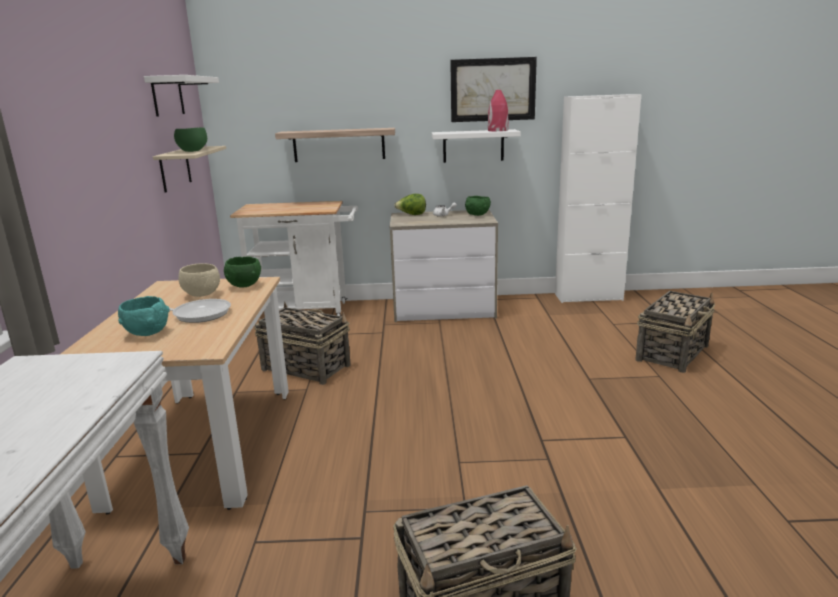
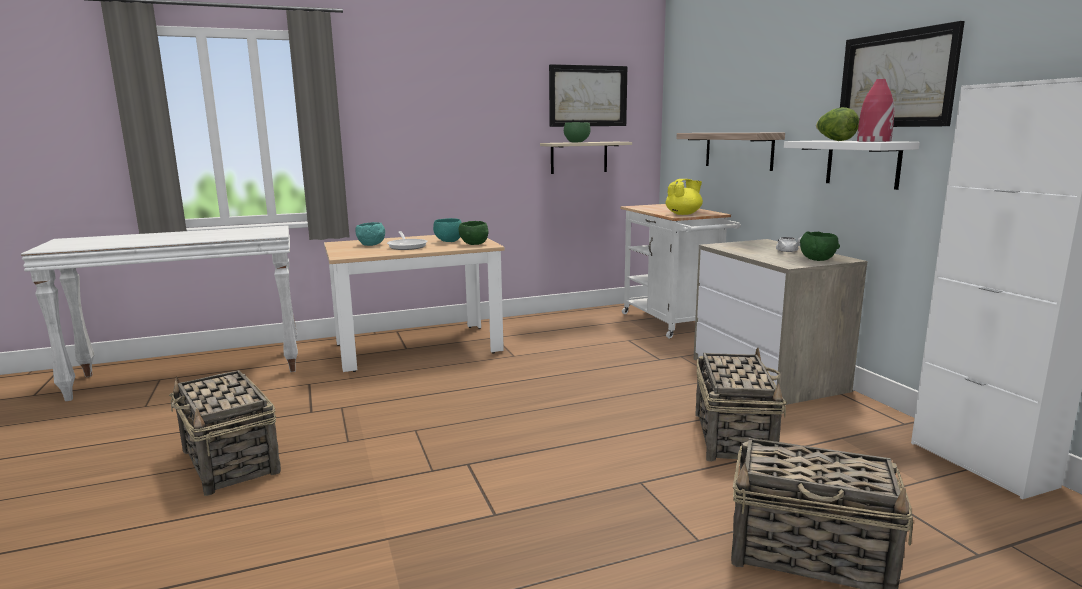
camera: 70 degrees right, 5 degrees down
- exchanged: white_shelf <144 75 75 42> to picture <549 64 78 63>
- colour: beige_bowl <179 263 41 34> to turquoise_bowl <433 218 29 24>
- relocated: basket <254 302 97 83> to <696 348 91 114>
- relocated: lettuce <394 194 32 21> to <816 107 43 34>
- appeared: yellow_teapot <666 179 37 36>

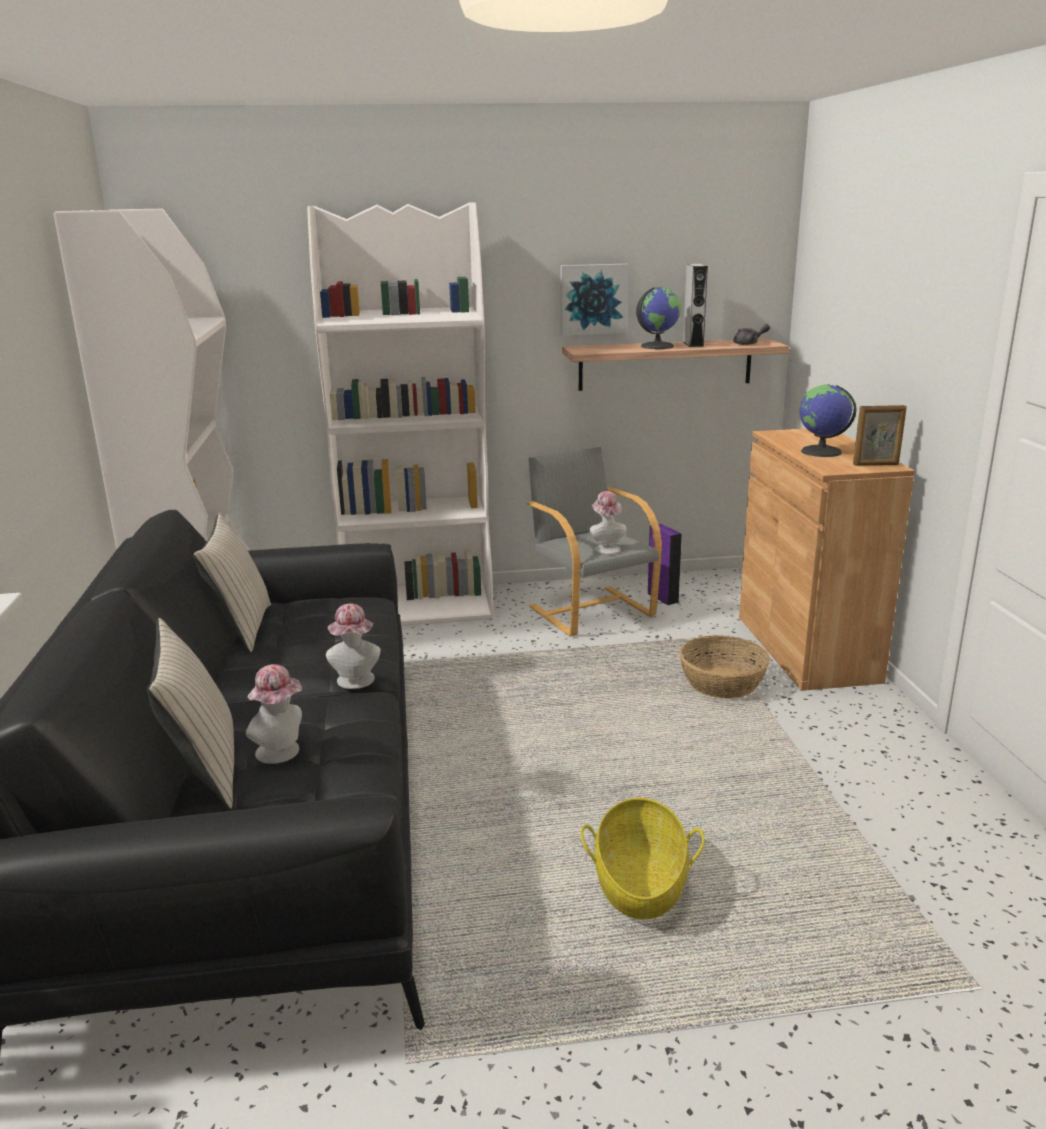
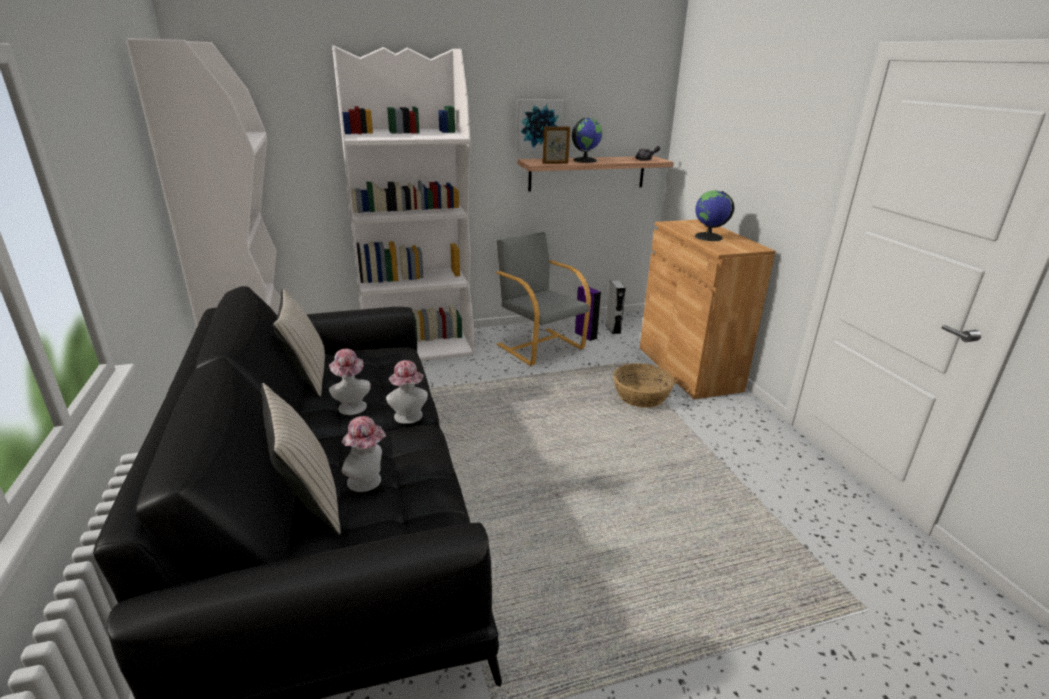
camera: 10 degrees left, 5 degrees up
- missing: basket <580 798 125 122>
- relocated: hat <589 491 37 63> to <329 348 42 67>
- relocated: grey_speaker <683 264 25 83> to <606 280 20 54>
- relocated: picture_frame <853 405 54 61> to <542 126 28 38>

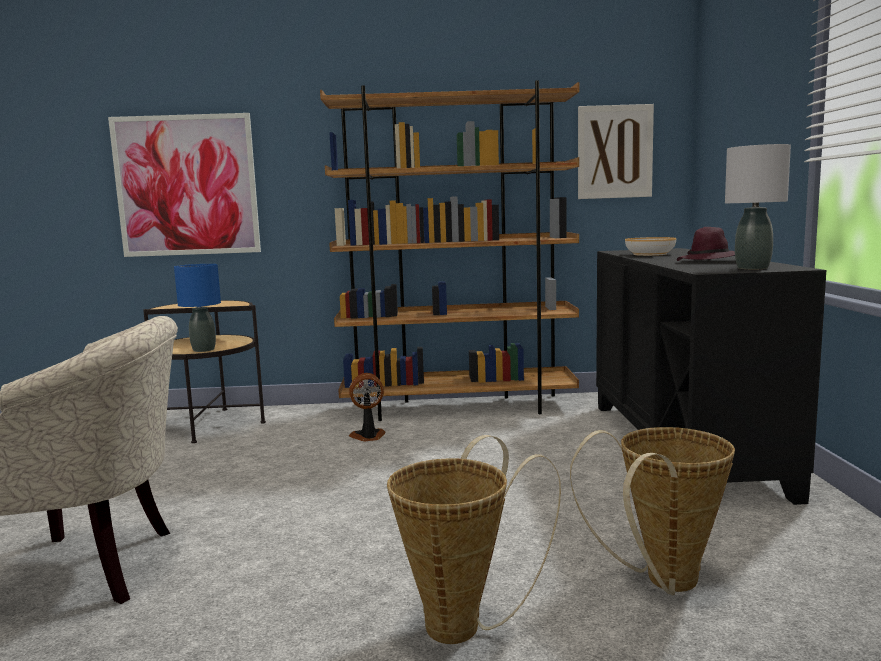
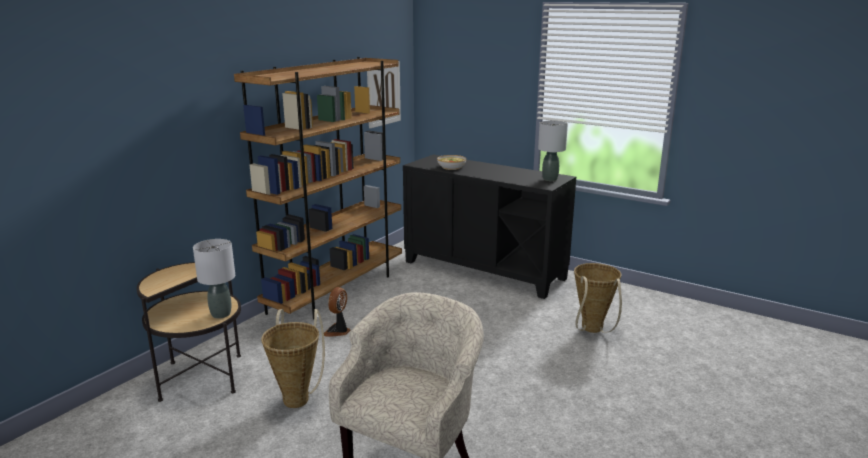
camera: 55 degrees left, 10 degrees up
- missing: picture <108 113 153 144>
- colour: blue_table_lamp <174 264 47 88> to grey_table_lamp <193 239 42 80>
- relocated: basket <387 435 174 209> to <261 309 64 99>
- missing: purple_hat <677 227 58 34>

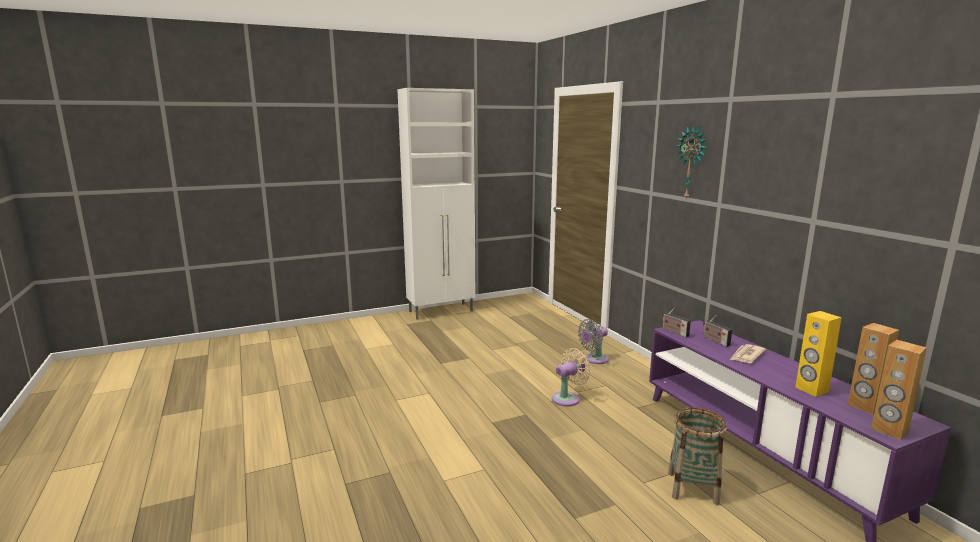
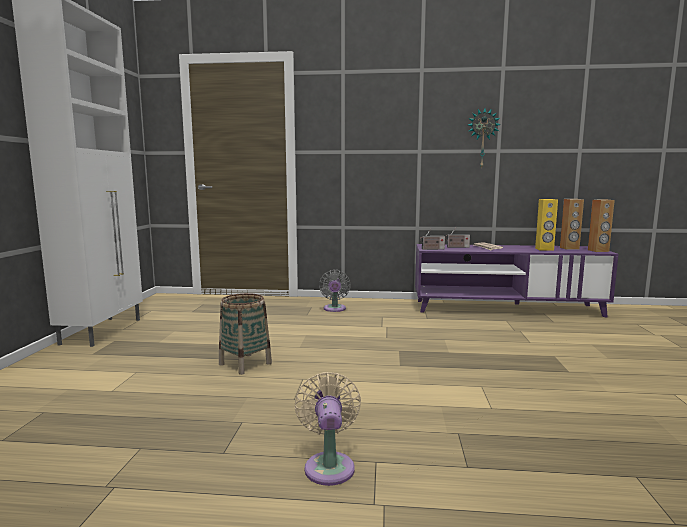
camera: 60 degrees left, 5 degrees down
- relocated: beige_fan <552 348 39 58> to <295 372 66 114>
- relocated: basket <668 407 59 98> to <219 293 53 82>
- relocated: wall_clock <677 125 30 74> to <468 108 33 61>

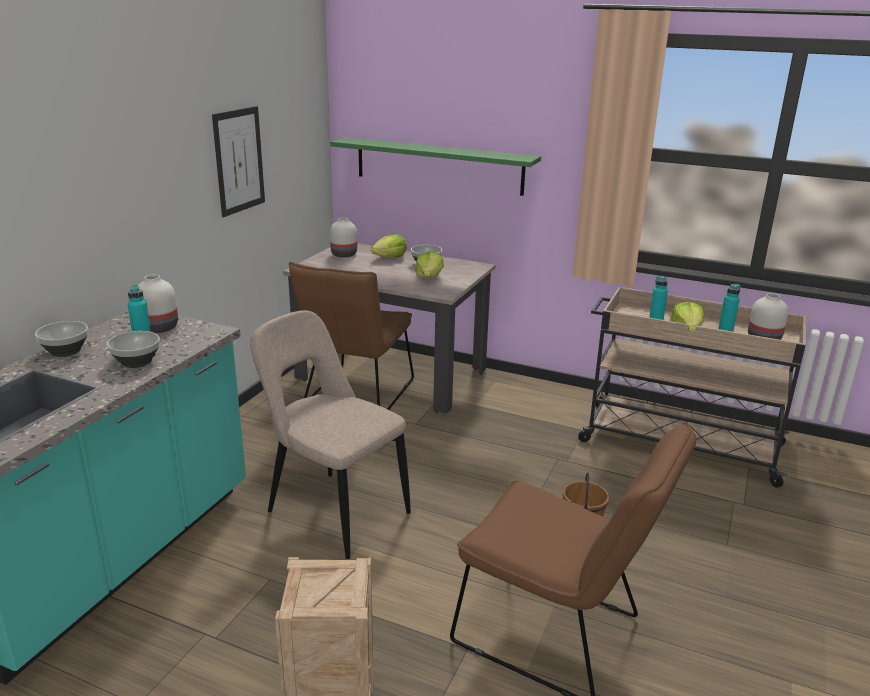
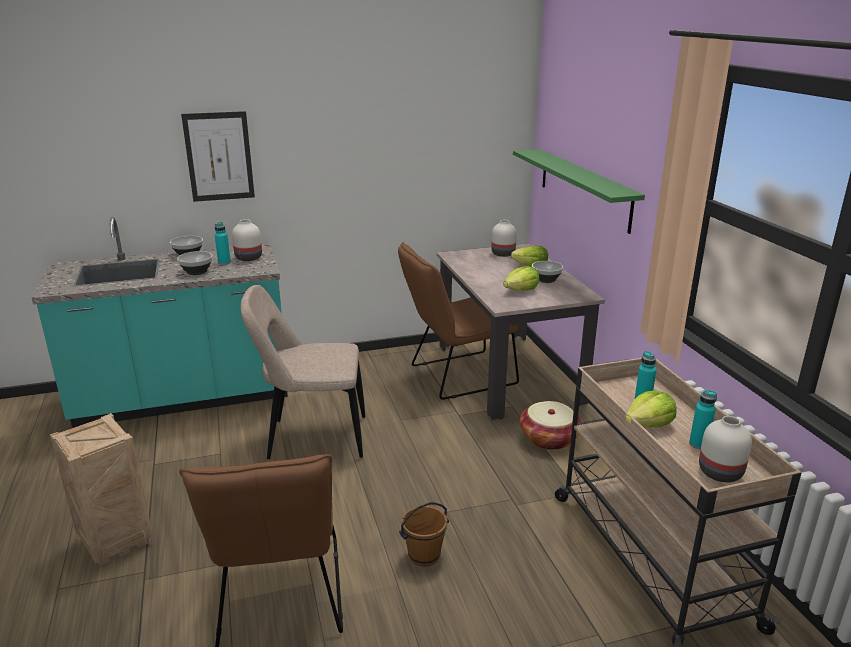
camera: 50 degrees right, 0 degrees up
- relocated: picture <212 106 53 111> to <181 111 74 91>
- spun: beige_chair <250 310 161 249> = <241 285 124 174> 90 degrees counterclockwise
- appeared: basket <520 401 62 49>

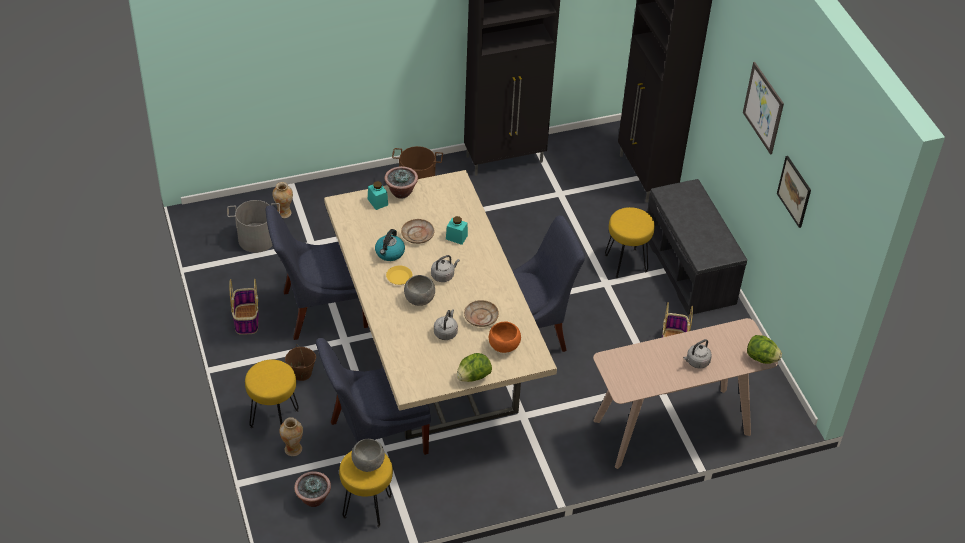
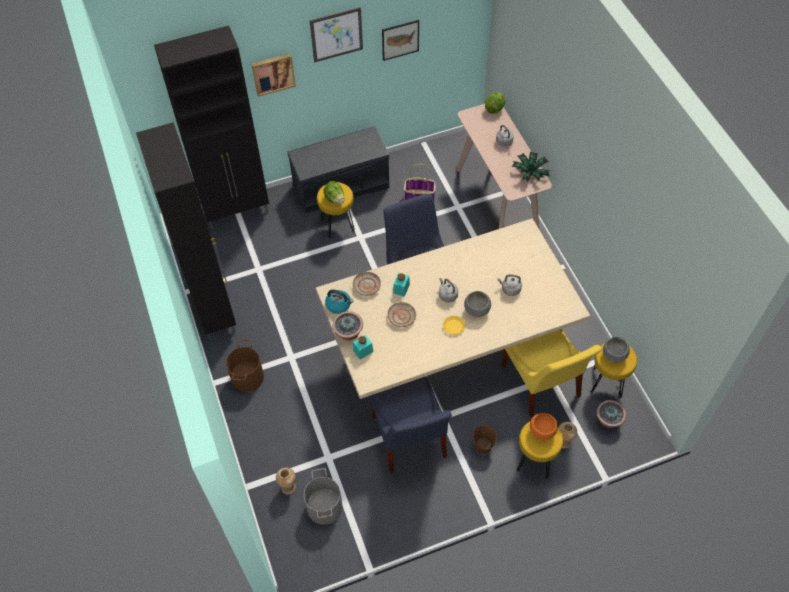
camera: 90 degrees left, 10 degrees up
- missing: basket <229 279 29 56>
- colour: blue_chair <316 338 115 117> to yellow_chair <501 329 101 88>
- relocated: kettle <375 229 30 32> to <325 289 28 25>
- relocated: lettuce <457 353 35 29> to <323 181 21 23>
- relocated: beige_plate <464 300 35 27> to <353 272 28 24>
- relocated: orange_bowl <489 322 32 31> to <530 413 28 27>
- appeared: picture <251 54 45 43>
- appeared: potted_plant <511 152 40 30>

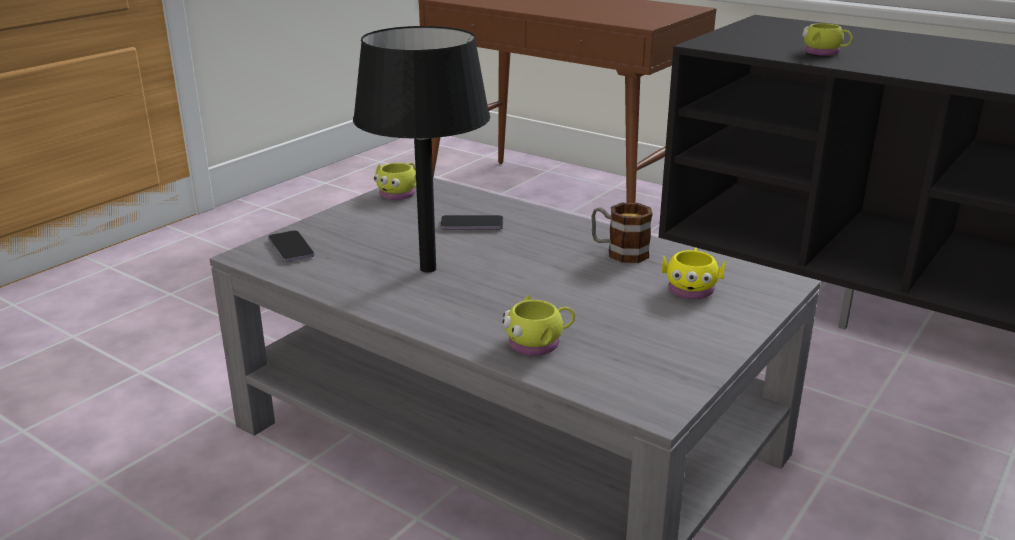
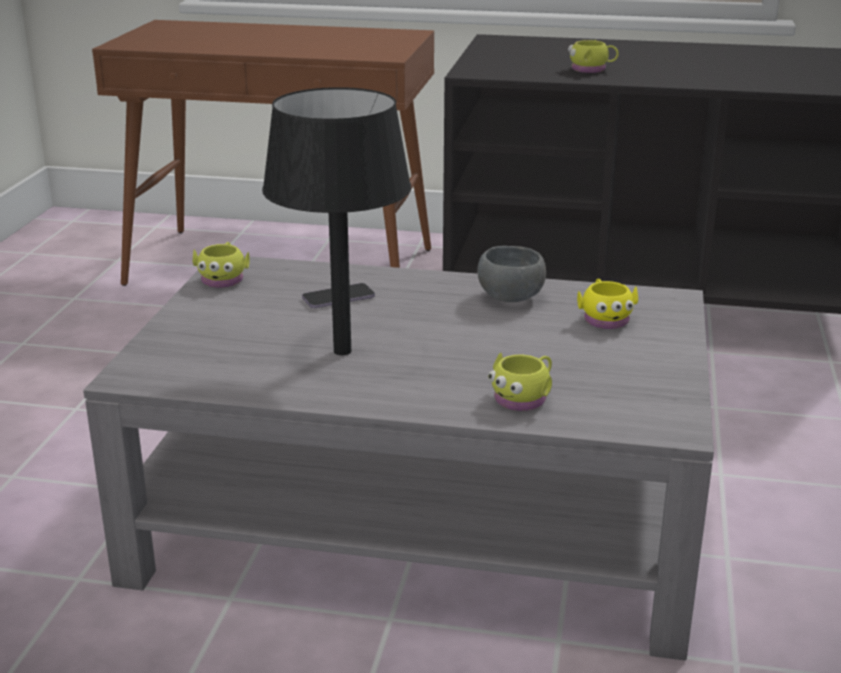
camera: 25 degrees left, 0 degrees up
- missing: phone <268 230 47 32>
- exchanged: mug <591 203 62 60> to grey_bowl <477 246 69 56>

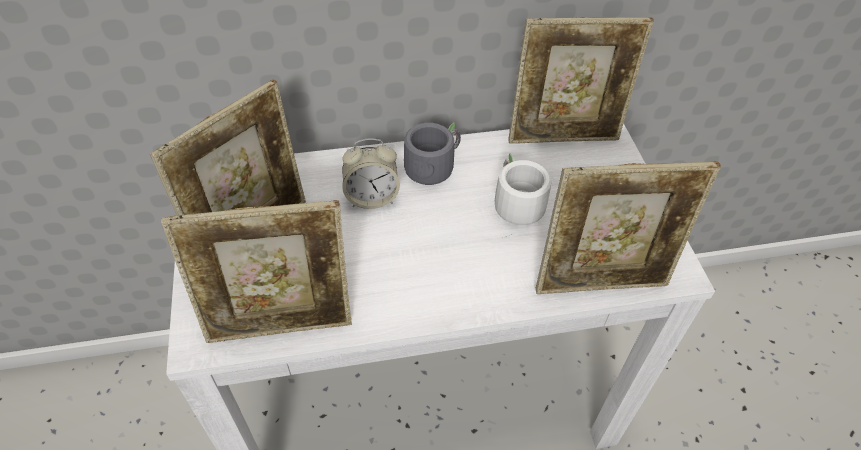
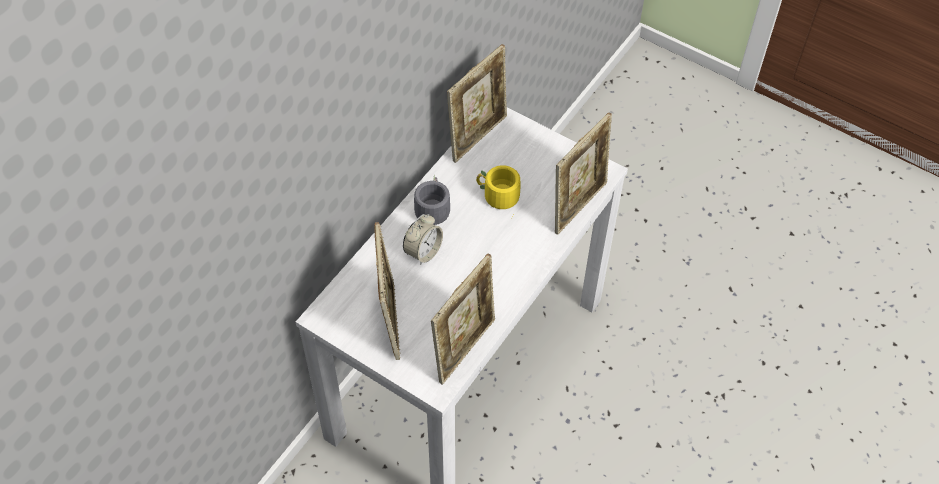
camera: 45 degrees left, 5 degrees up
- colour: white_mug <495 153 56 85> to yellow_mug <476 165 45 55>

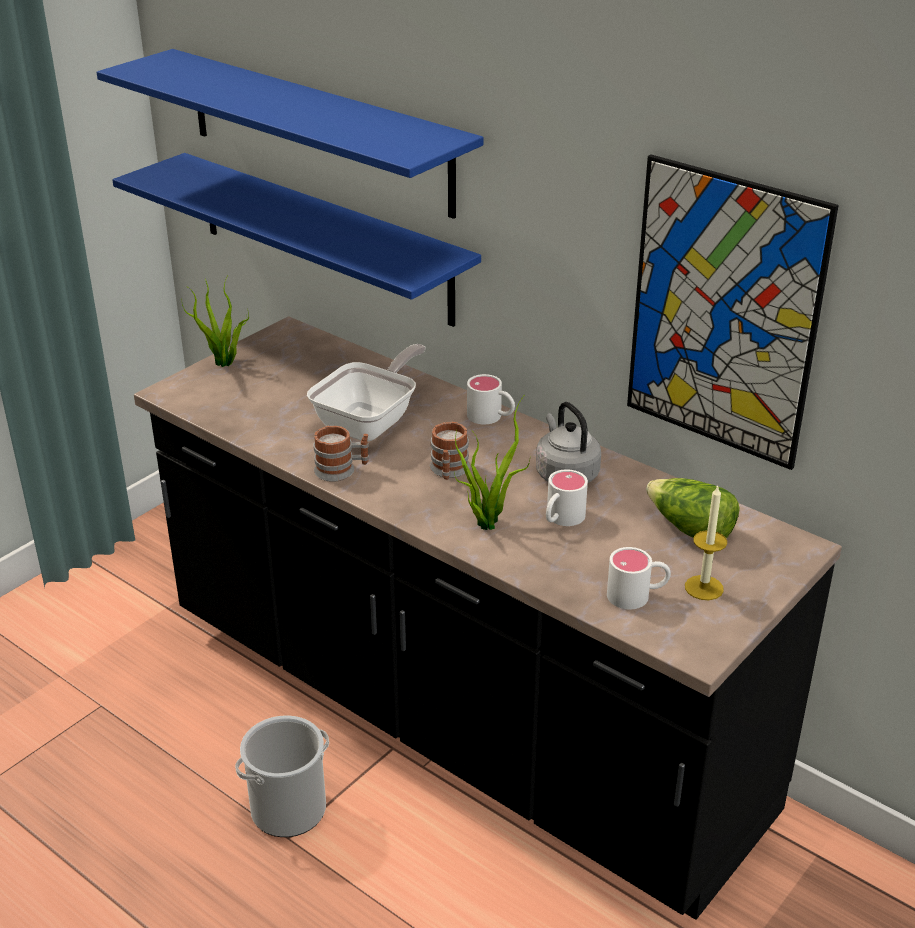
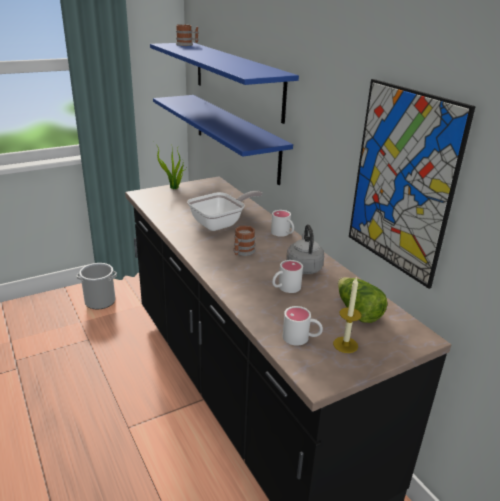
camera: 20 degrees right, 5 degrees down
- relocated: bucket <235 715 94 122> to <77 263 40 46>
- relocated: mug <313 425 56 57> to <176 24 23 22>
- missing: potted_plant <454 394 76 136>

